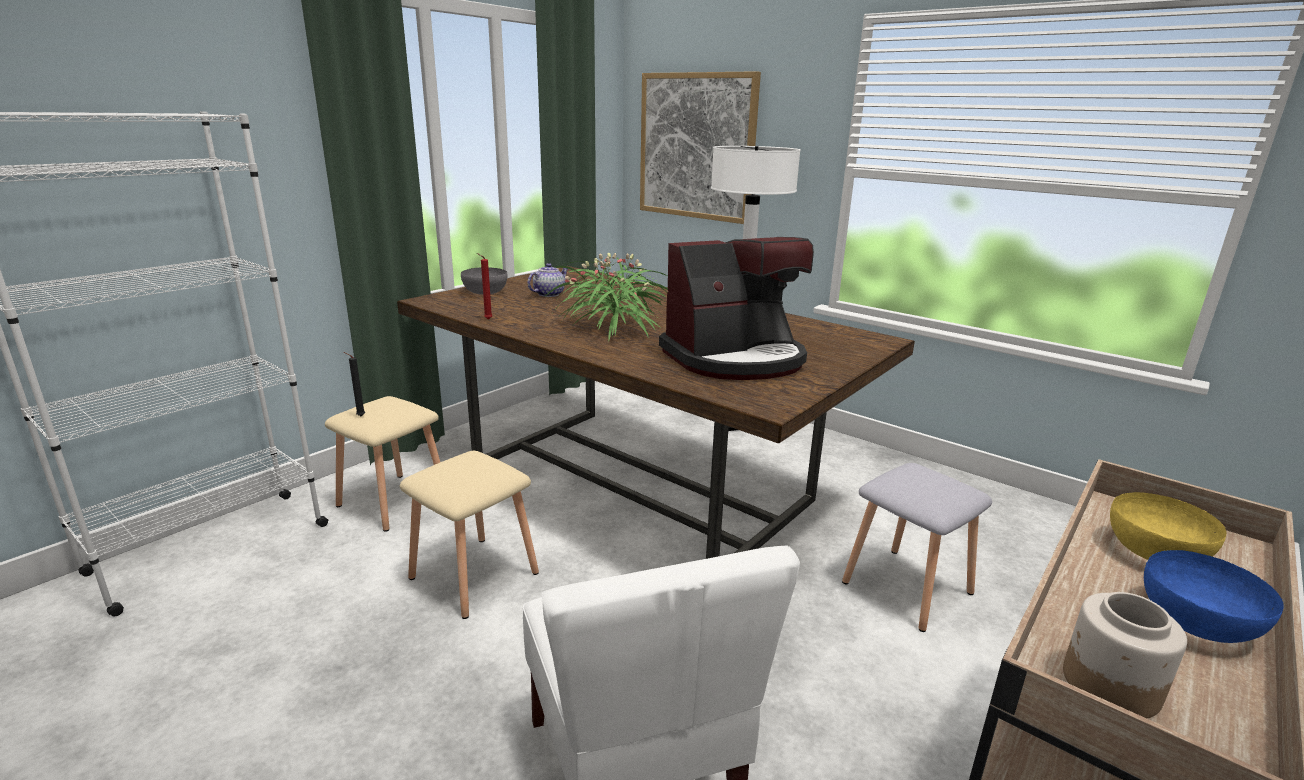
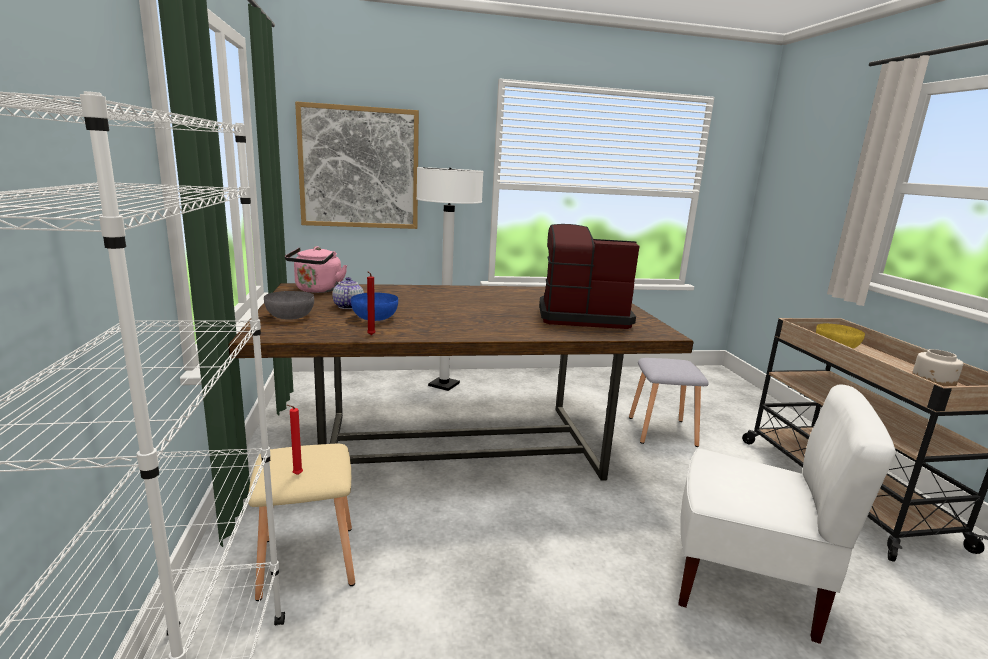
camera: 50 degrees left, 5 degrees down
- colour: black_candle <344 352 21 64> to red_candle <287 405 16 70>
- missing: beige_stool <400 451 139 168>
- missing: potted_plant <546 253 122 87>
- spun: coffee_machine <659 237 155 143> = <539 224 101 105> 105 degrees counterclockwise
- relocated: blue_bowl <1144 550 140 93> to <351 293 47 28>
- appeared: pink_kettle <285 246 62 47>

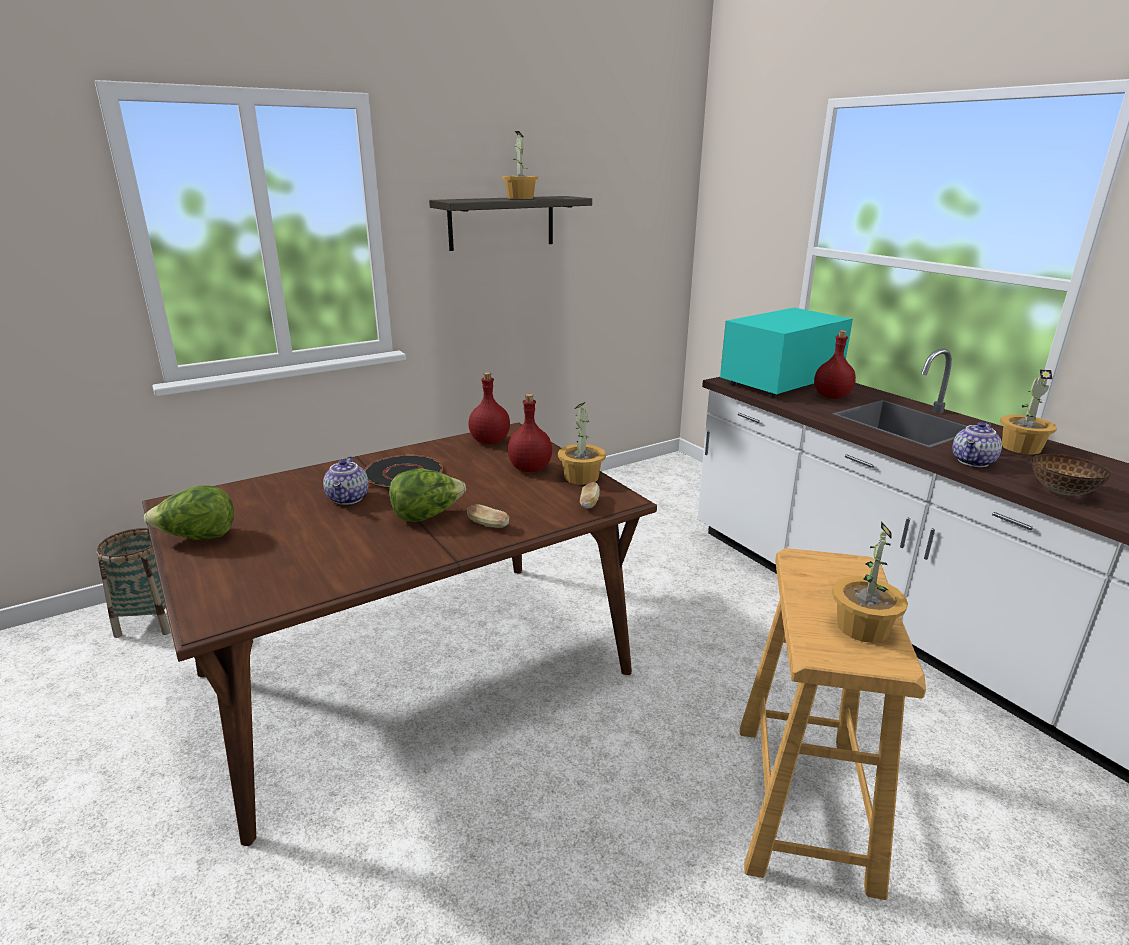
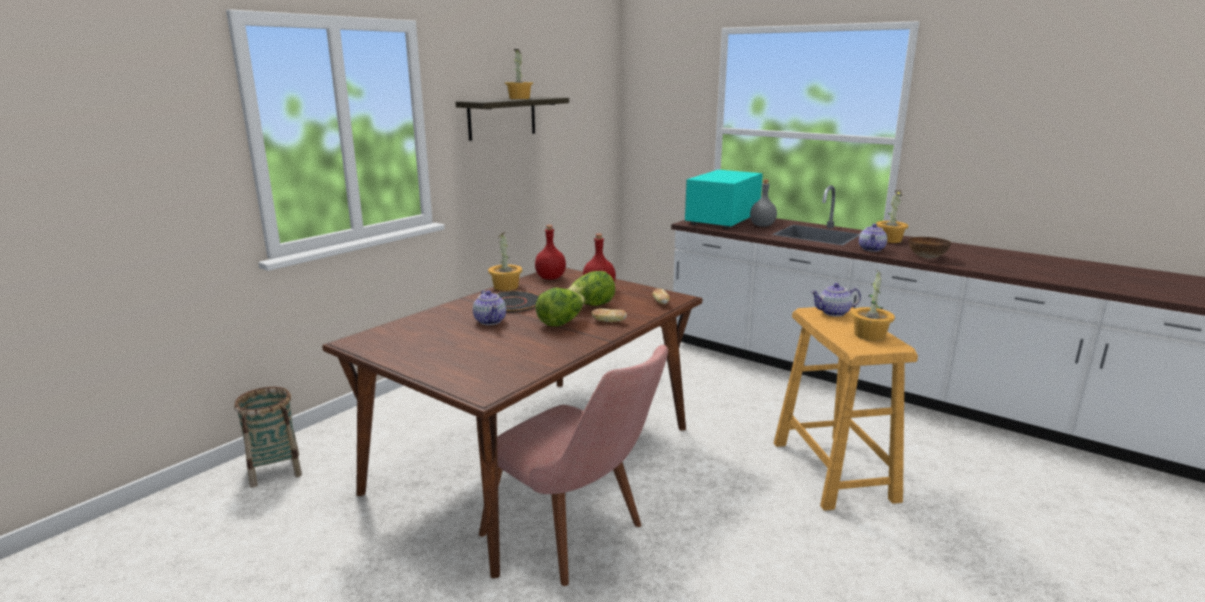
camera: 20 degrees left, 5 degrees down
- relocated: lettuce <144 485 90 55> to <568 271 47 35>
- relocated: potted_plant <558 402 48 83> to <488 232 34 59>
- colour: red_bottle <814 330 42 69> to grey_bottle <750 180 27 47>
- appeared: pink_chair <479 345 189 241>
- appeared: teapot <811 283 50 34>

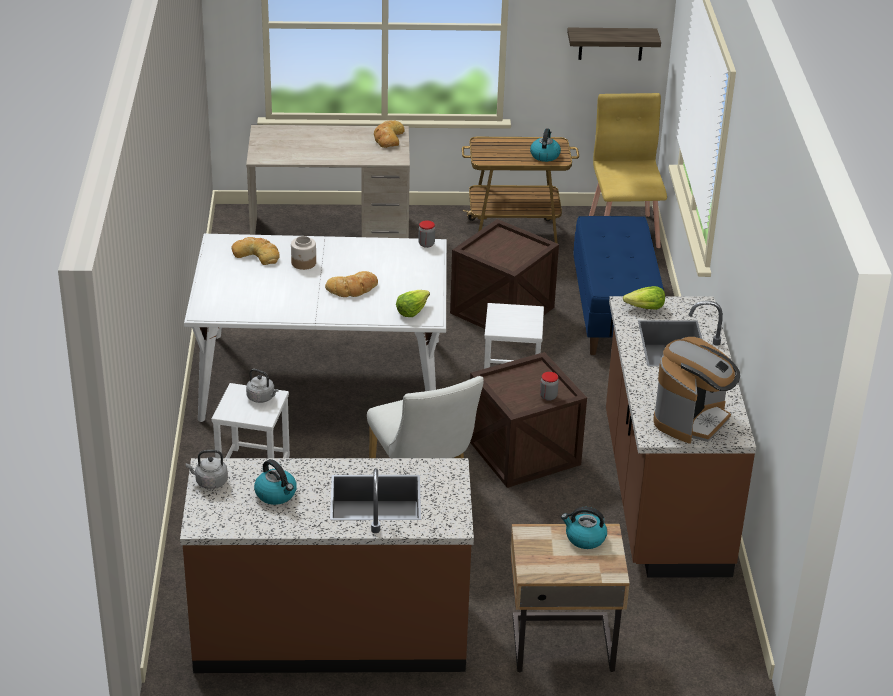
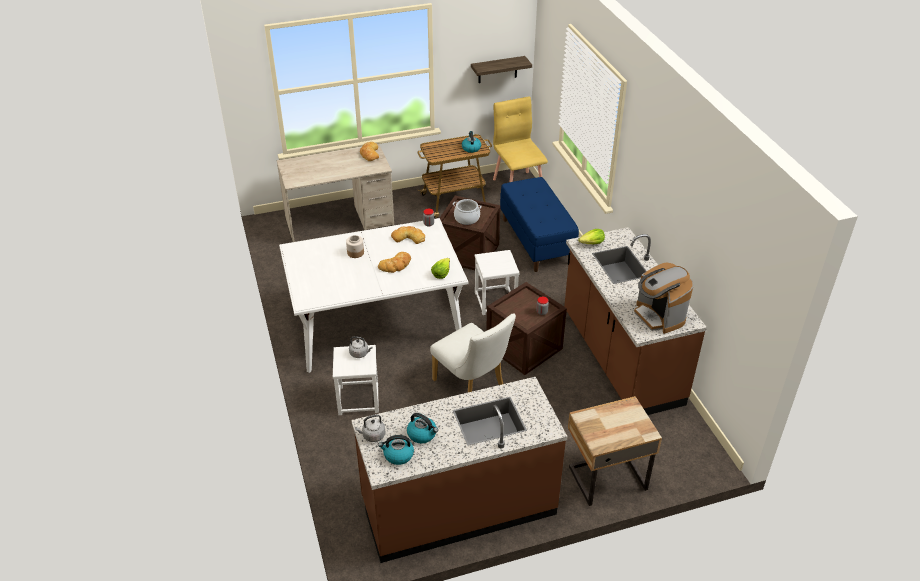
camera: 15 degrees left, 5 degrees up
- relocated: bread <231 237 49 28> to <391 226 34 18>
- relocated: kettle <561 507 46 42> to <378 435 36 30>
- spun: coffee_machine <653 337 87 107> = <634 263 60 71> 135 degrees clockwise
- appeared: cooking_pot <453 199 29 26>

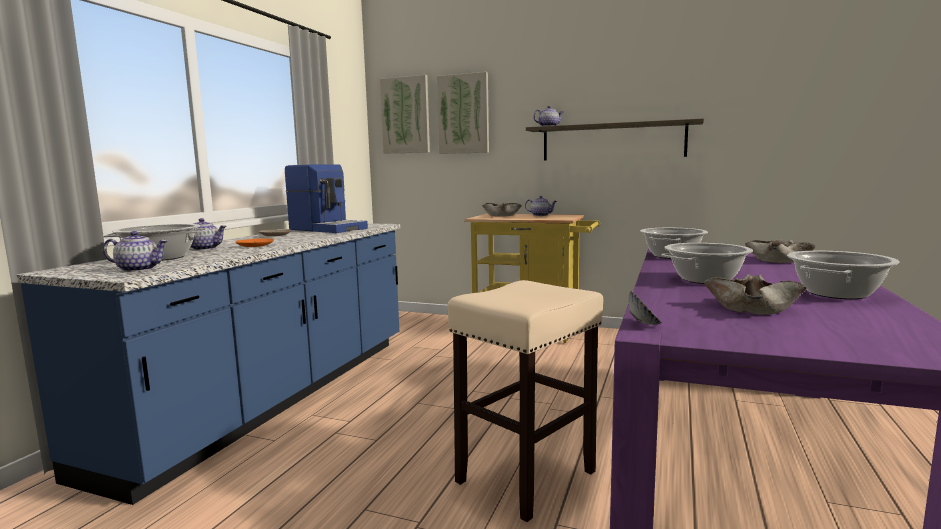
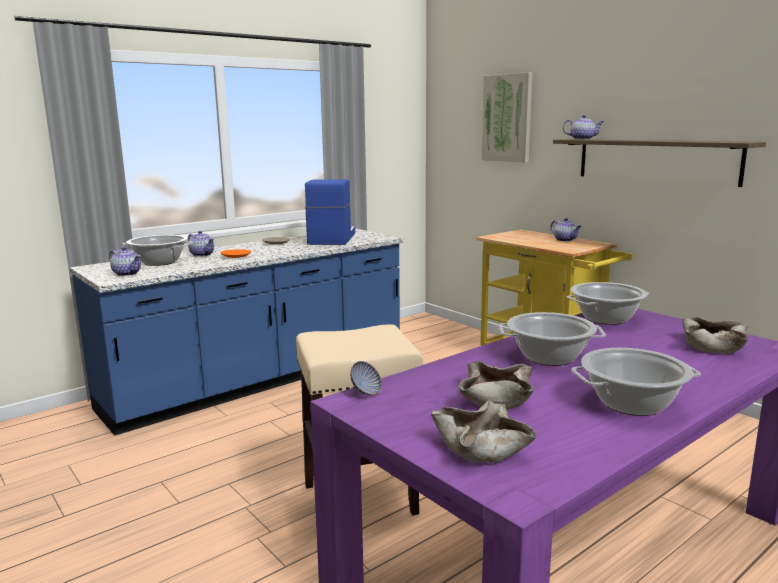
camera: 30 degrees right, 5 degrees up
- spun: coffee_machine <285 164 83 69> = <305 179 50 66> 150 degrees counterclockwise
- missing: picture <380 75 50 79>
- relocated: beige_bowl <482 203 40 14> to <431 400 105 63>

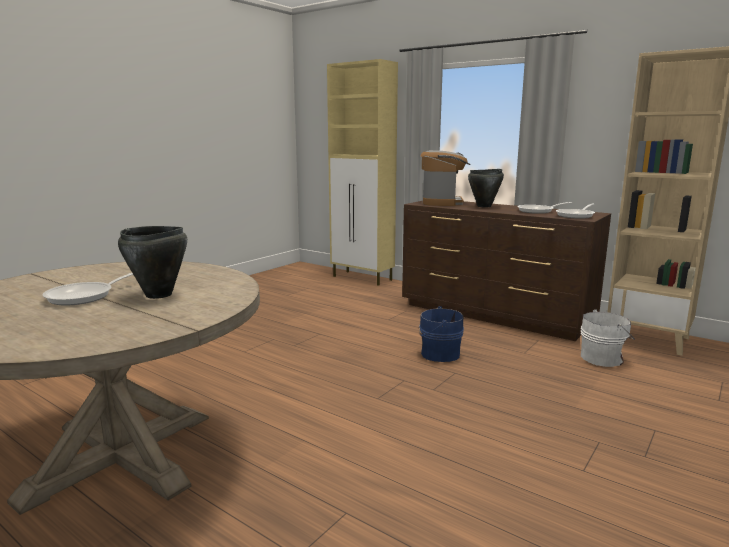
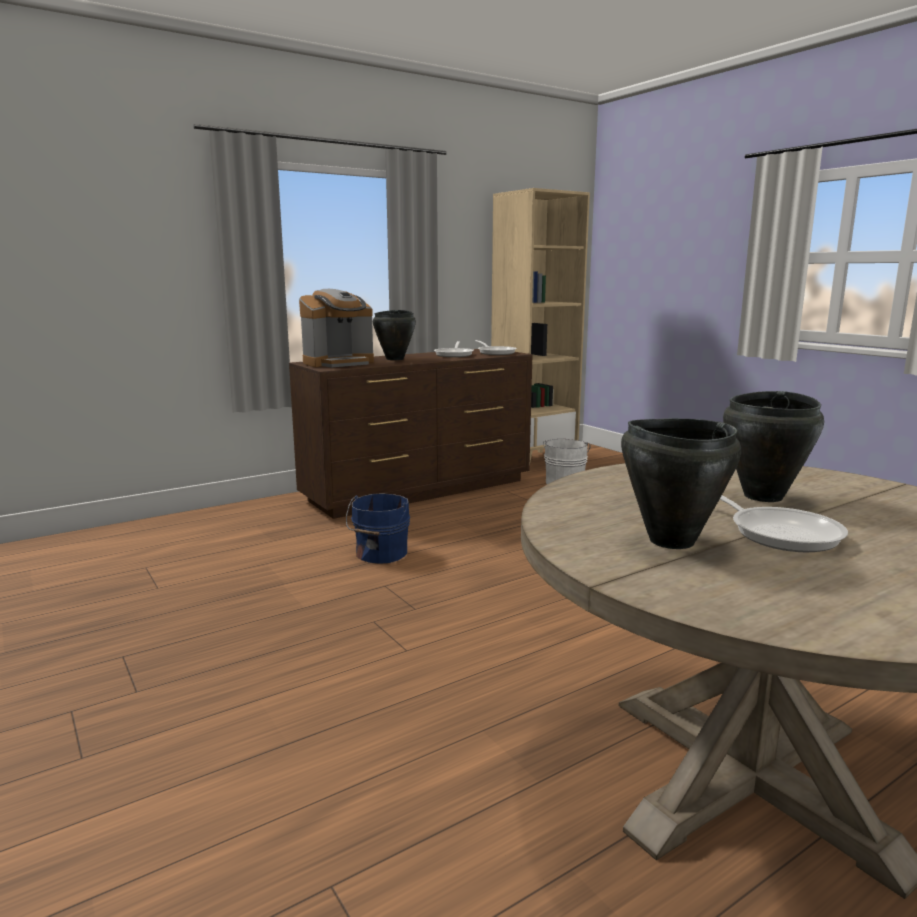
camera: 70 degrees left, 0 degrees up
- missing: beige_cabinet <327 59 71 227>
- relocated: blue_bucket <418 306 46 56> to <346 493 64 71>
- spun: coffee_machine <420 150 51 56> = <299 289 75 78> 120 degrees clockwise
- appeared: black_cooking_pot <621 419 120 130>

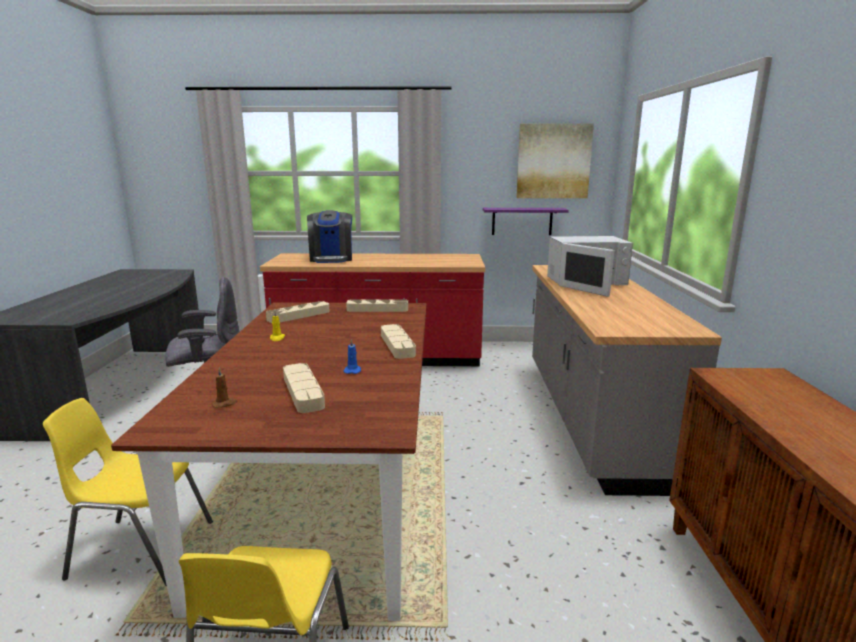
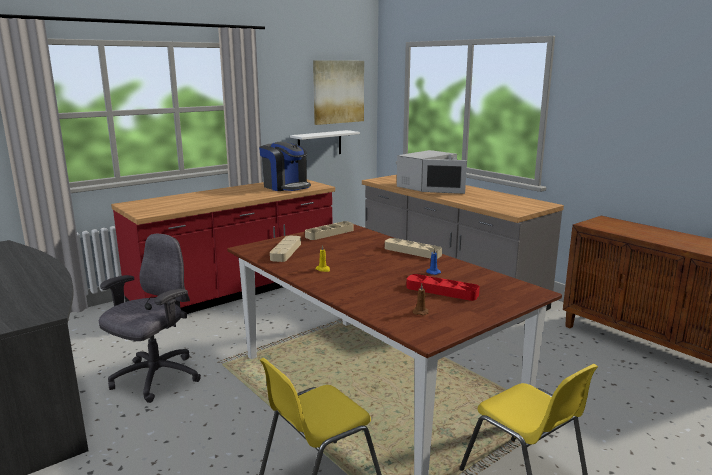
camera: 40 degrees left, 0 degrees up
- colour: beige_tray <283 363 42 50> to red_tray <406 274 74 27>
- relocated: coffee_machine <307 210 45 53> to <259 142 52 49>
- colour: purple_shelf <483 208 86 27> to white_shelf <290 130 70 24>

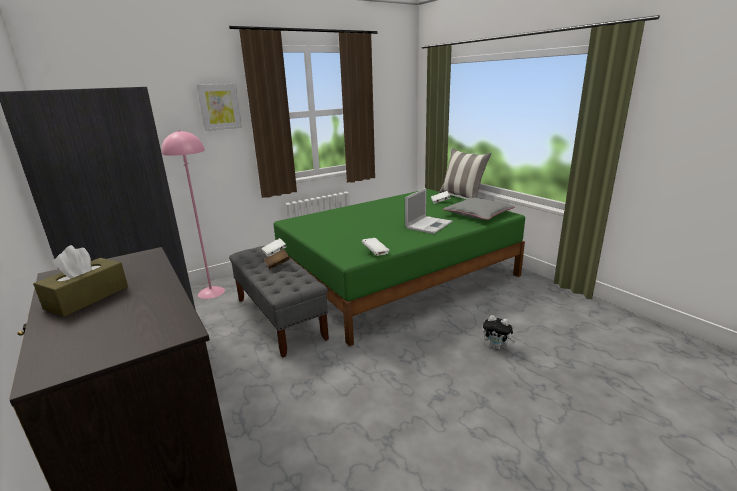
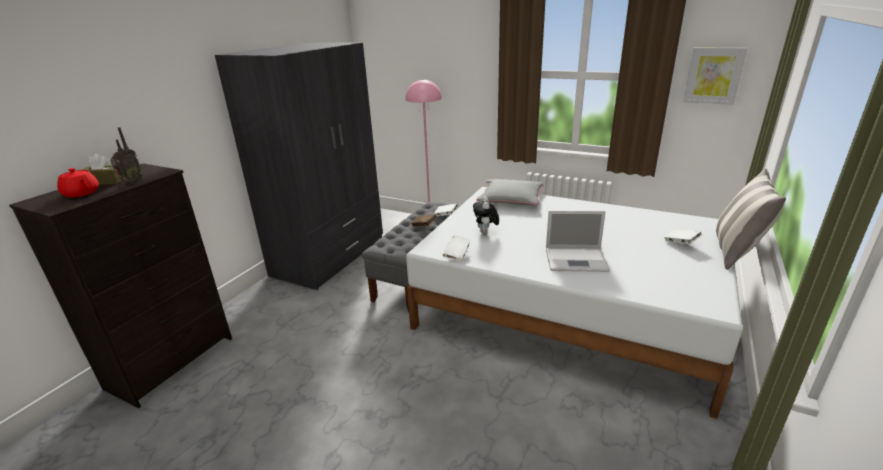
camera: 60 degrees right, 5 degrees up
- relocated: picture <197 84 45 47> to <683 48 65 57>
- colour: green_bed <274 189 251 157> to white_bed <406 187 337 232>
- relocated: grey_pillow <443 198 72 22> to <477 179 67 26>
- relocated: plush_toy <483 315 32 35> to <473 196 26 37>
- appeared: red_teapot <57 168 42 30>
- appeared: radio <110 127 33 57>

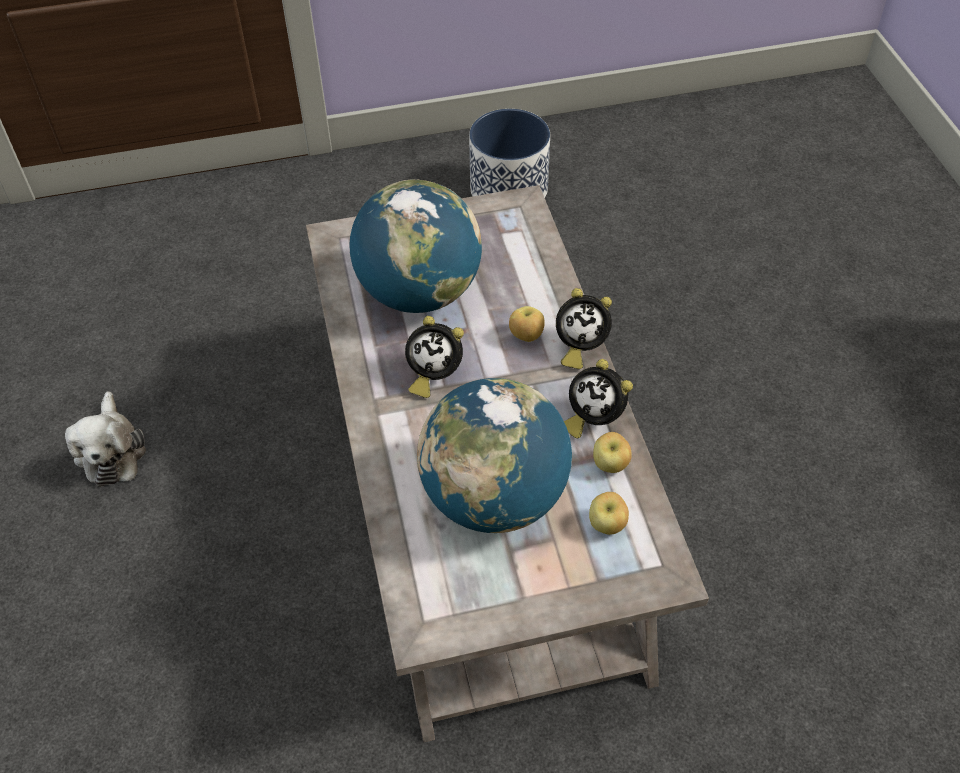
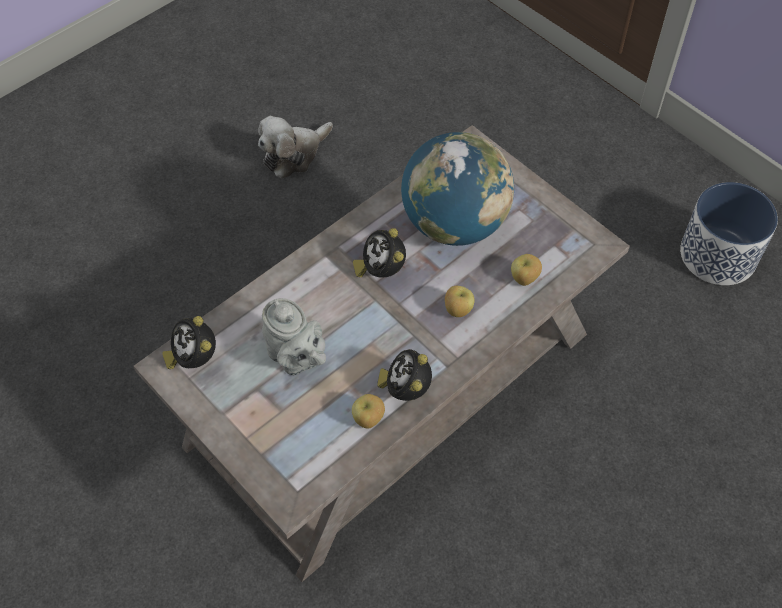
camera: 60 degrees right, 5 degrees up
- exchanged: globe <417 378 155 155> to grey_teapot <262 298 64 77>
- relocated: alarm_clock <556 288 56 81> to <162 316 54 53>
- relocated: apple <589 492 40 43> to <511 254 31 32>

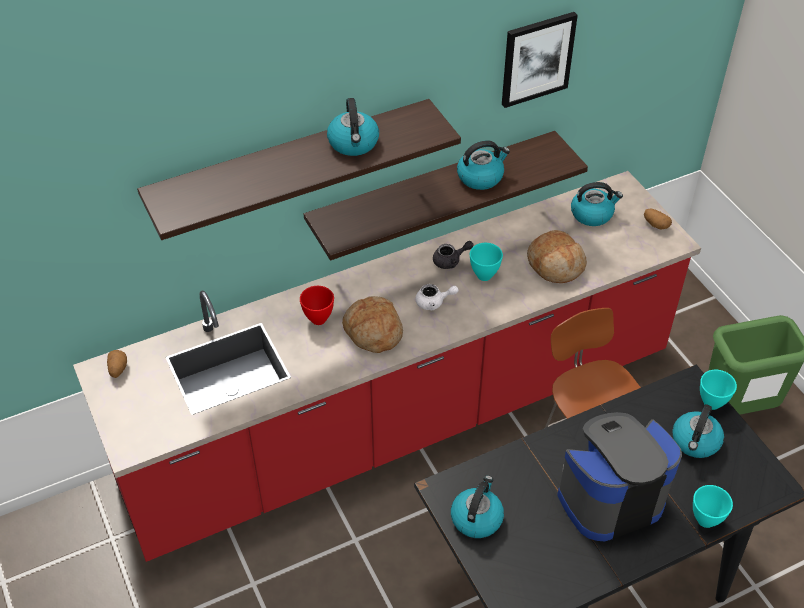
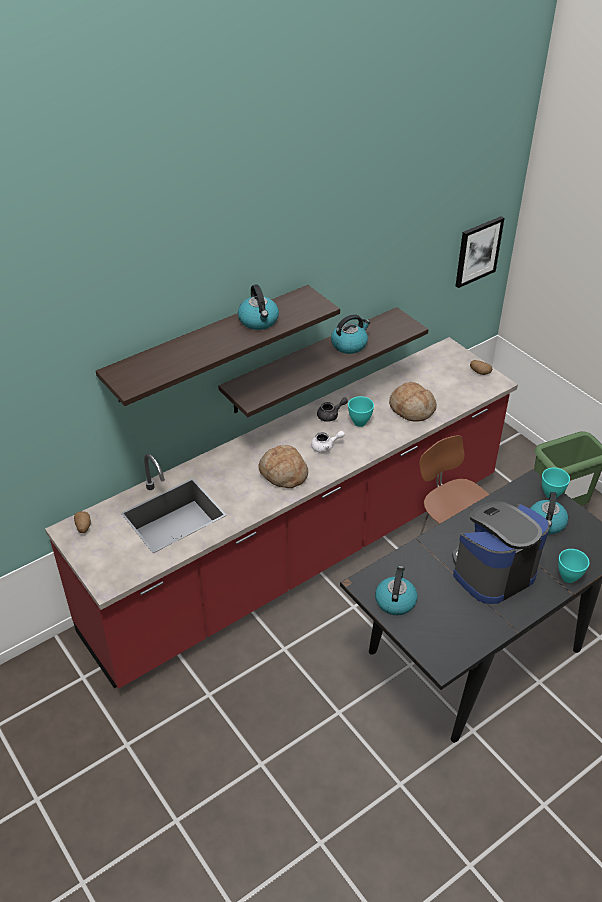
camera: 10 degrees left, 5 degrees down
- missing: red_bowl <300 286 34 39>
- relocated: picture <502 12 76 96> to <456 216 48 72>
- missing: kettle <571 182 52 44>

